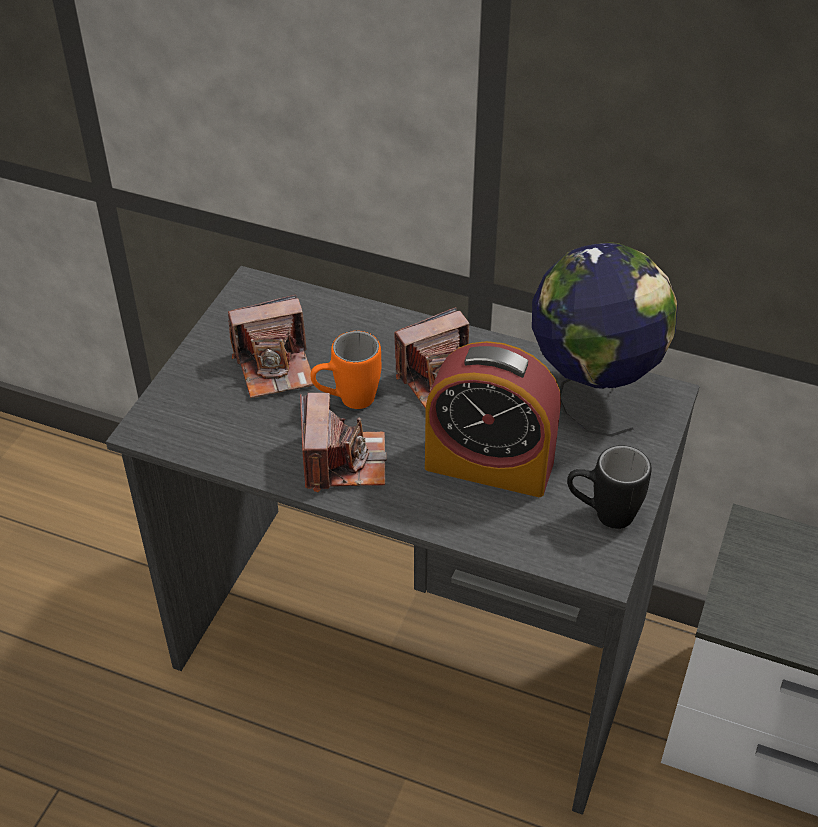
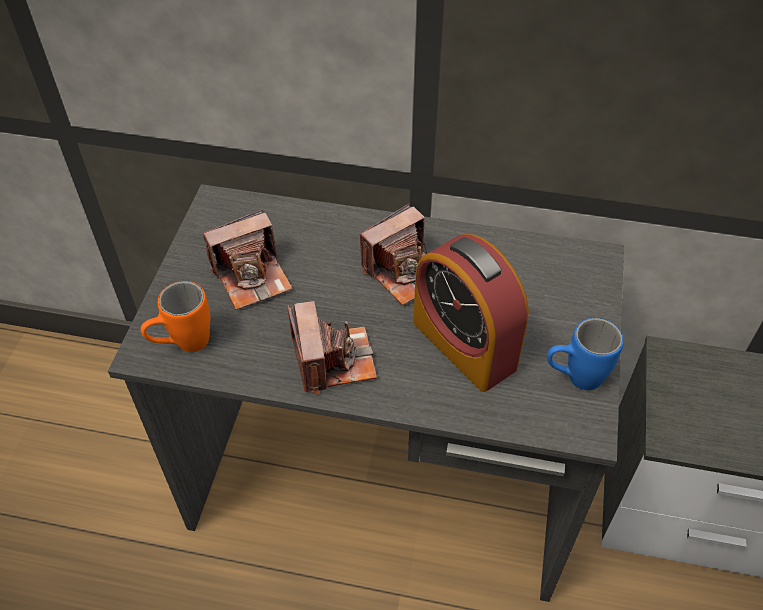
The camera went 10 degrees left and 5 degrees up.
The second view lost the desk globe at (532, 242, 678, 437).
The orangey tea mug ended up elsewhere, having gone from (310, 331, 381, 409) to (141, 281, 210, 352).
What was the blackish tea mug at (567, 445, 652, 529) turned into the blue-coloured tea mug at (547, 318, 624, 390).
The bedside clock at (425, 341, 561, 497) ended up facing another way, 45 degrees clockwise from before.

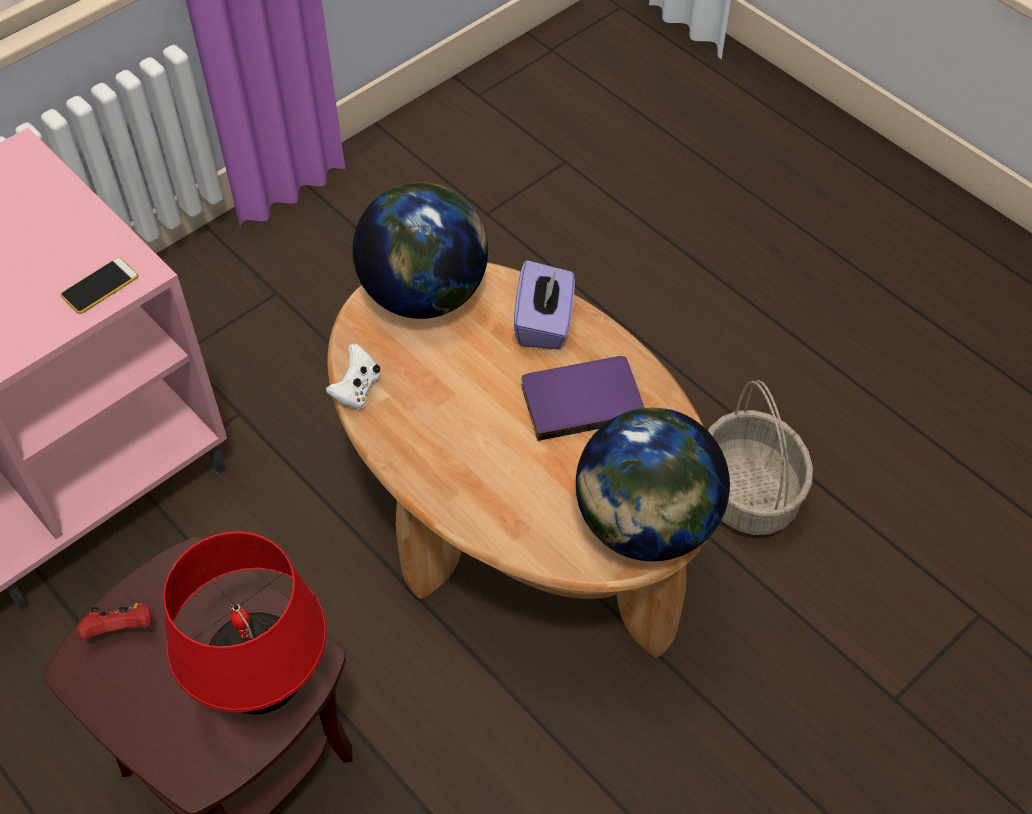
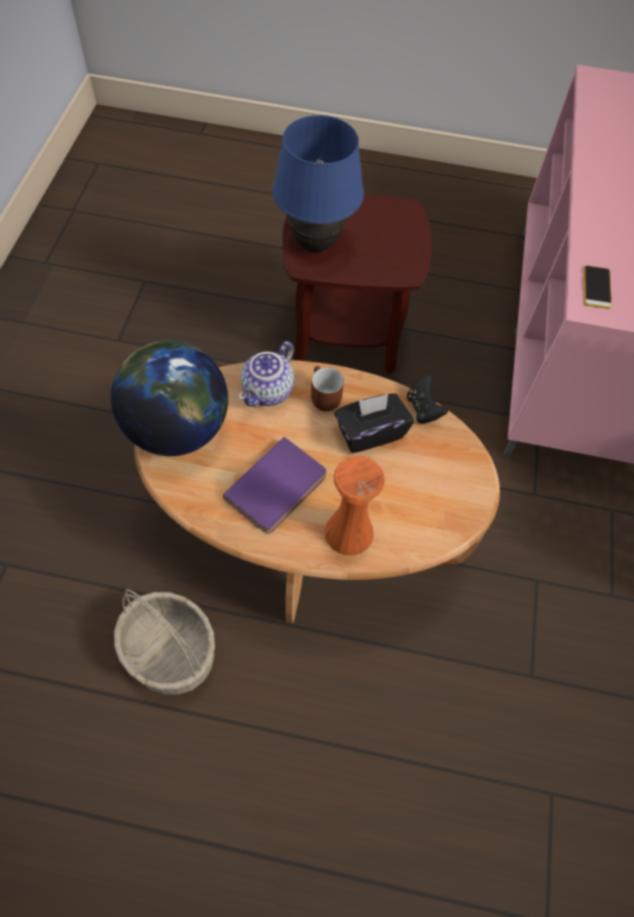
The camera went 140 degrees right and 5 degrees up.
The second view lost the red gamepad at (77, 603, 152, 640).
The second view lost the desk globe at (352, 182, 488, 319).
The second view gained the tea pot at (239, 341, 294, 407).
The second view gained the brown tea mug at (311, 366, 344, 411).
The second view gained the blackish tissue holder at (334, 393, 414, 453).
Where the purplish tissue holder stood at (514, 260, 575, 349), the orangey flower vase came to stand at (325, 456, 385, 556).
What was the red table lamp at (163, 531, 326, 715) turned into the blue-coloured table lamp at (272, 115, 364, 253).
What was the whitish gamepad at (326, 344, 380, 409) turned into the blackish gamepad at (407, 374, 448, 424).

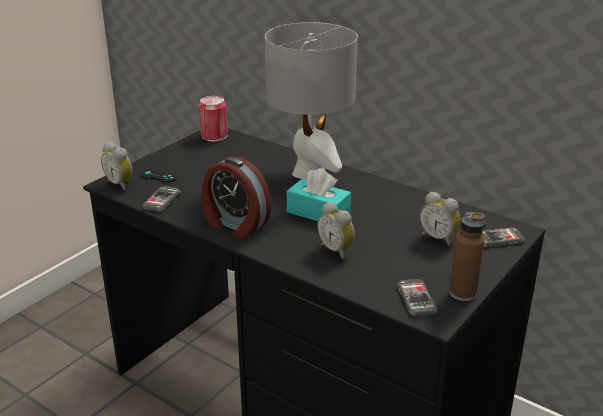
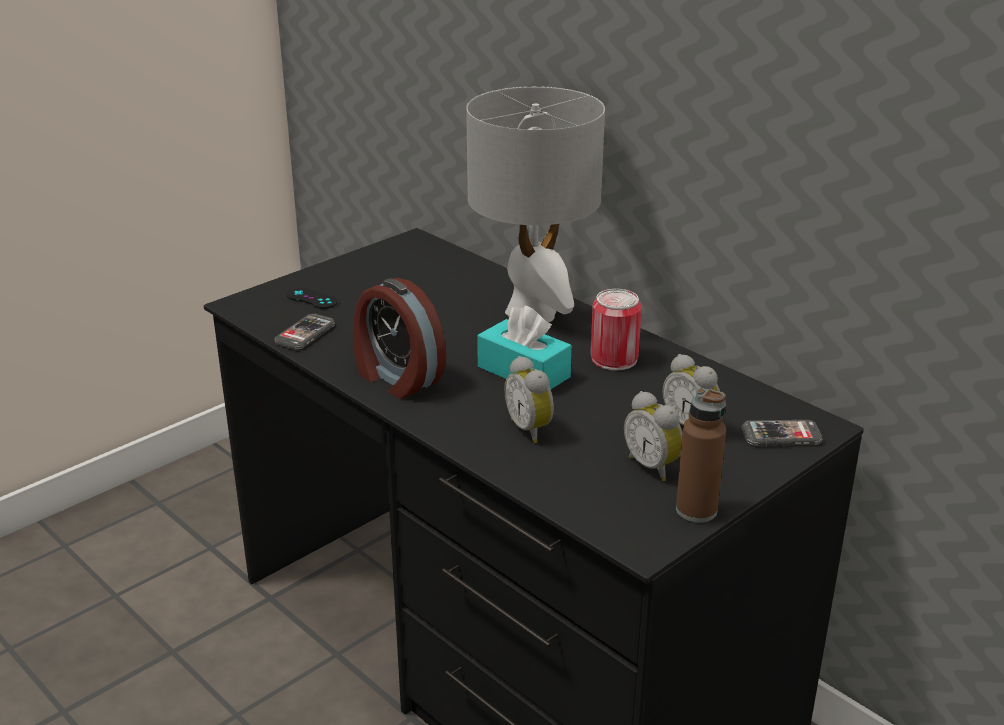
The camera went 10 degrees right and 0 degrees up.
The second view lost the handset at (397, 279, 437, 316).
The bedside clock ended up elsewhere, having gone from (101, 142, 133, 191) to (624, 391, 682, 481).
The sealed can ended up elsewhere, having gone from (199, 96, 228, 142) to (591, 289, 642, 370).

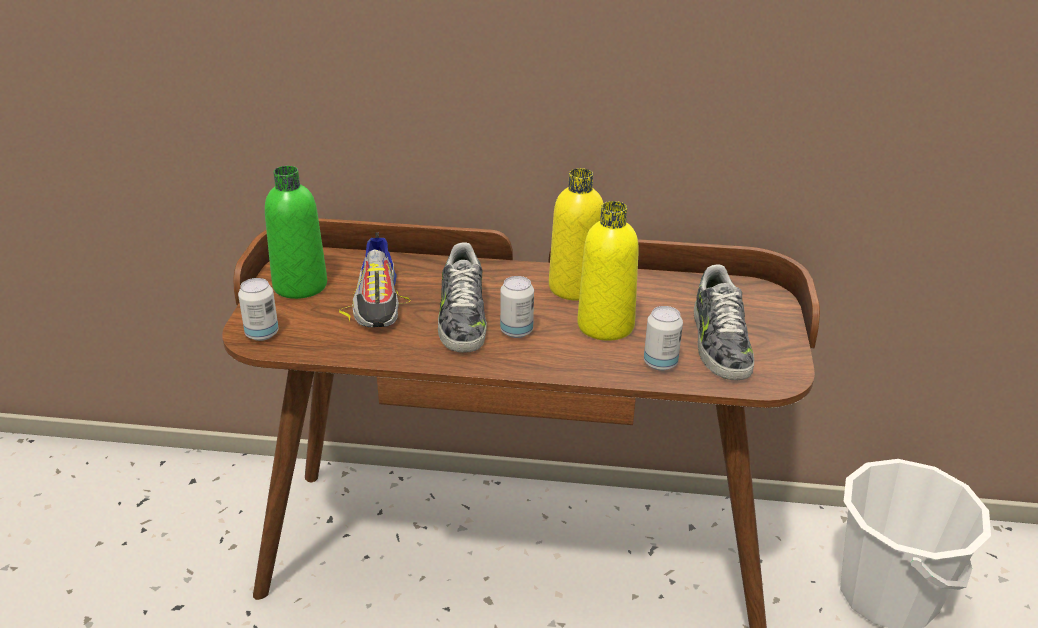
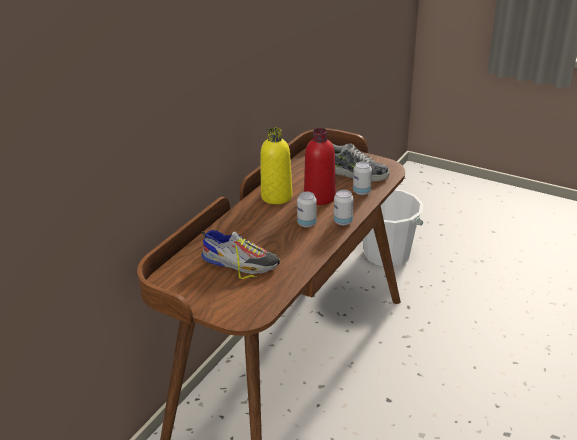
The camera went 65 degrees left and 0 degrees up.
The second view lost the greenish beverage bottle at (265, 166, 327, 299).
The second view lost the item of footwear at (438, 242, 487, 353).
The sealed can ended up elsewhere, having gone from (238, 278, 279, 341) to (334, 190, 354, 226).
What was the yellowish beverage bottle at (577, 201, 639, 341) turned into the red beverage bottle at (304, 128, 336, 205).

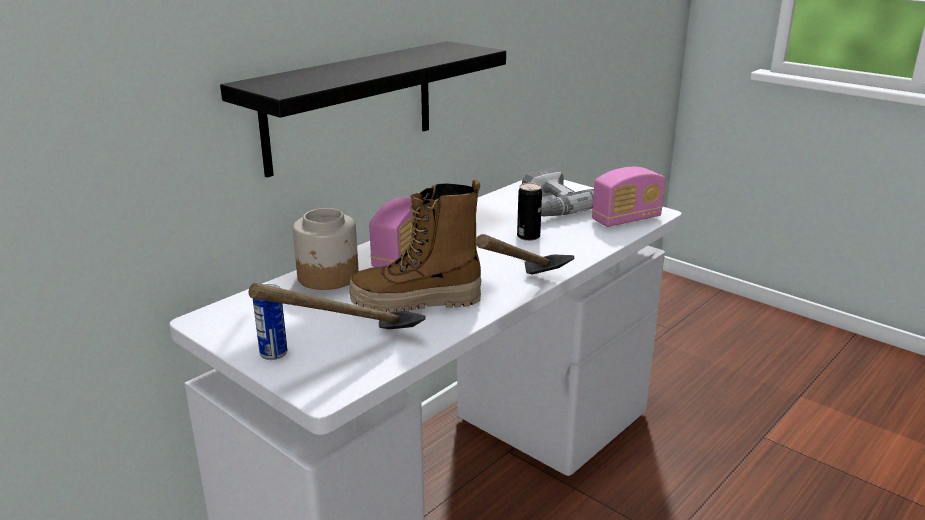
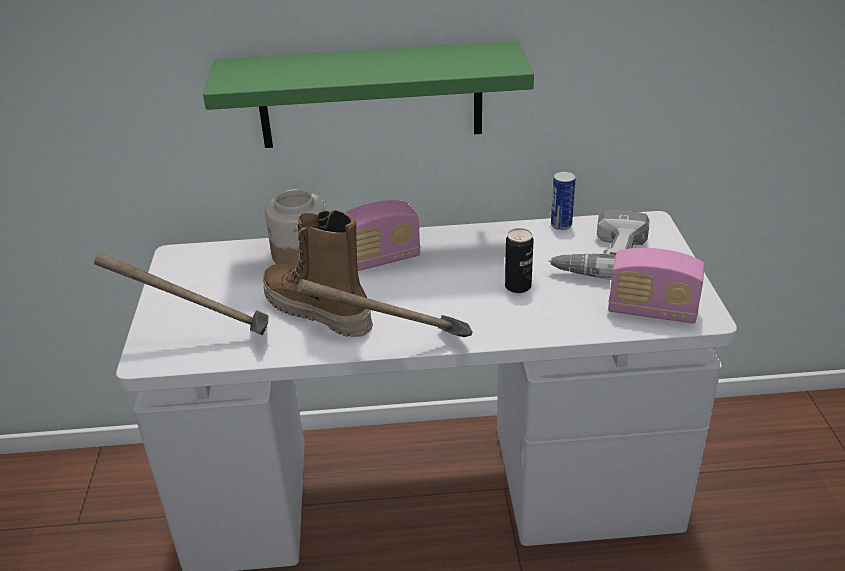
The camera went 45 degrees right and 10 degrees up.
The sealed can ended up elsewhere, having gone from (253, 284, 287, 360) to (551, 171, 576, 230).
What was the blackish bracket shelf at (220, 41, 506, 178) turned into the greenish bracket shelf at (203, 41, 534, 148).

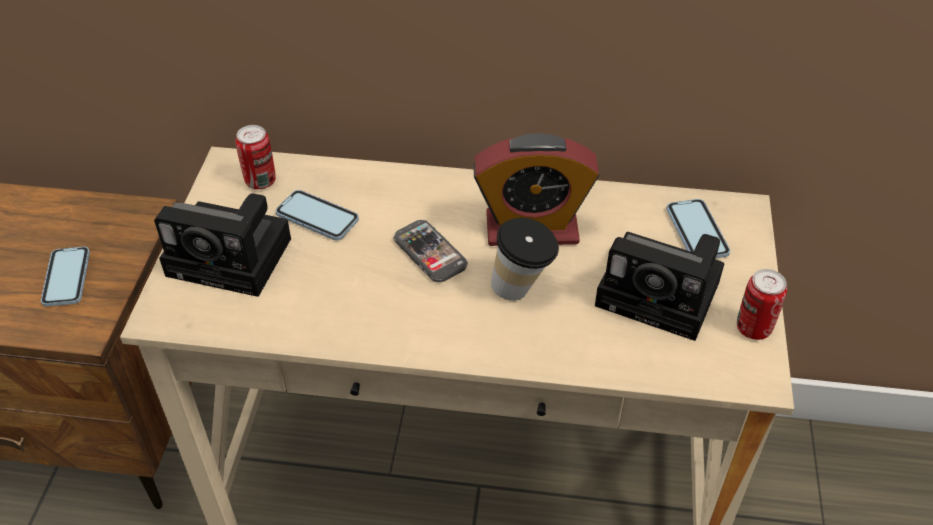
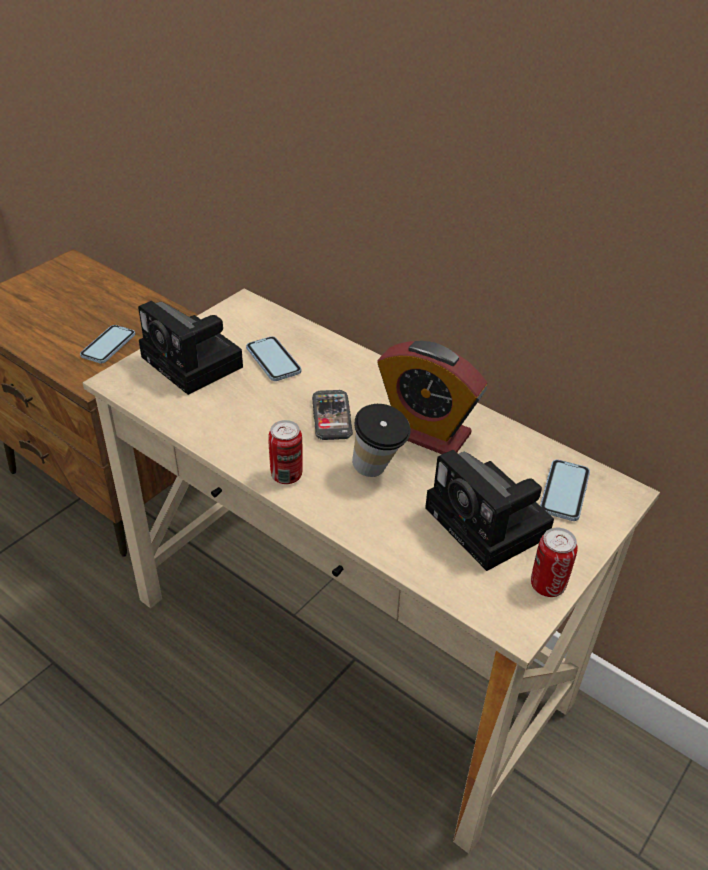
The camera went 30 degrees right and 5 degrees down.
The sealed can ended up elsewhere, having gone from (236, 125, 276, 189) to (268, 420, 303, 484).

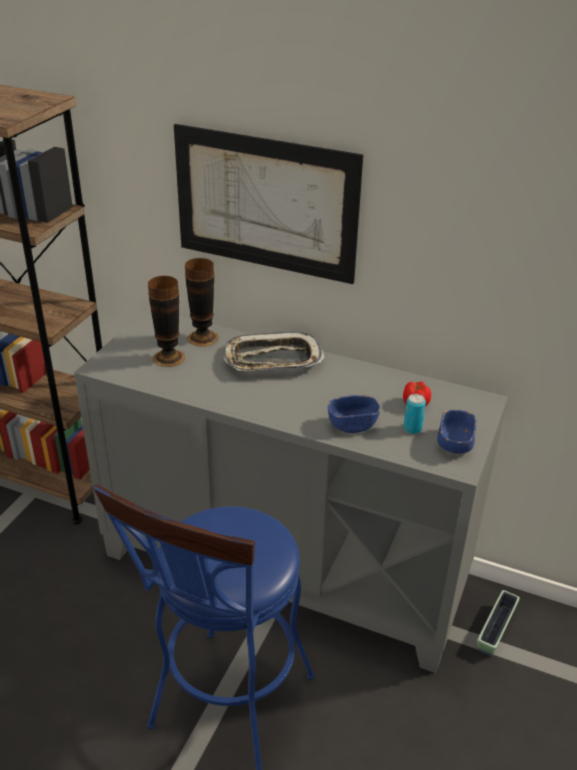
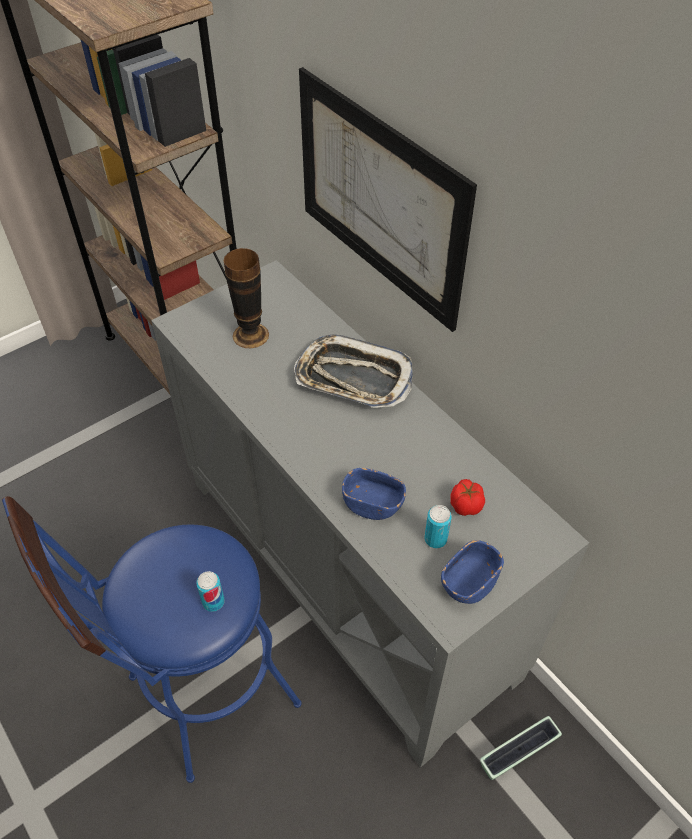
The camera went 30 degrees right and 15 degrees up.
The second view lost the flower vase at (185, 258, 218, 346).
The second view gained the sealed can at (196, 571, 225, 612).

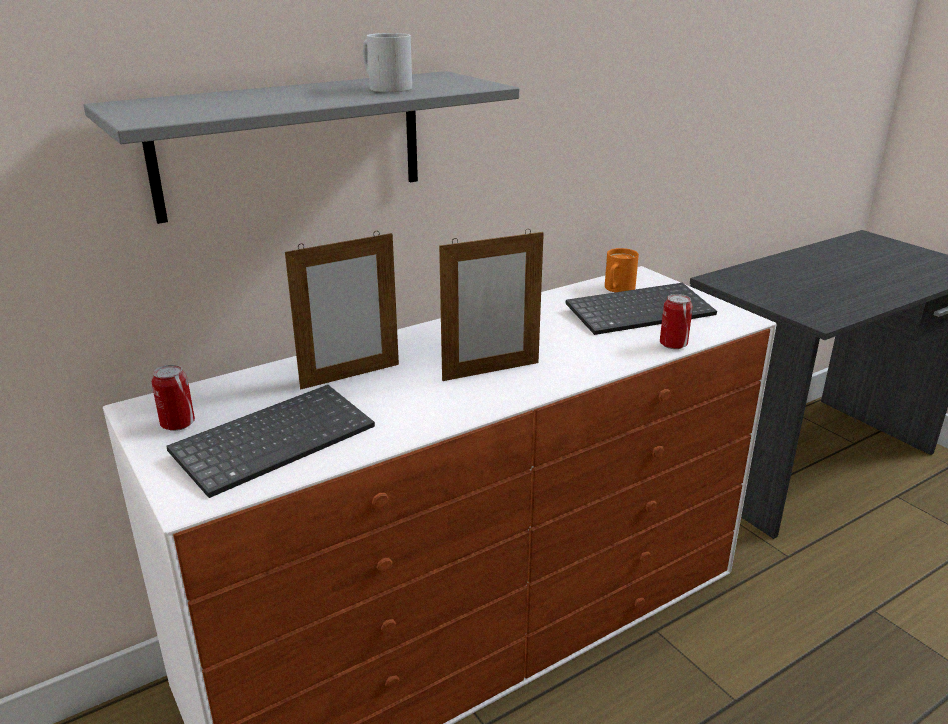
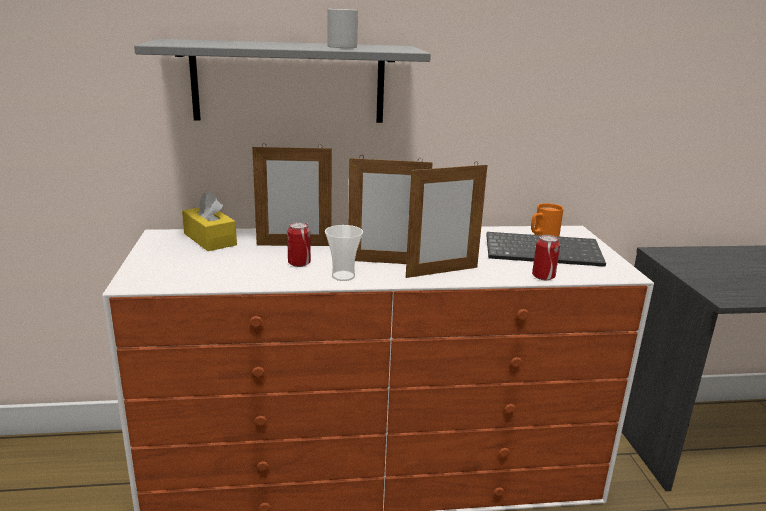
The camera went 25 degrees right and 5 degrees down.
The second view lost the PC keyboard at (166, 385, 375, 498).
The second view gained the yellowish tissue holder at (182, 191, 237, 251).
The second view gained the cup at (325, 225, 363, 281).
The second view gained the photo frame at (406, 161, 487, 278).
The sealed can ended up elsewhere, having gone from (152, 365, 195, 431) to (287, 222, 311, 267).

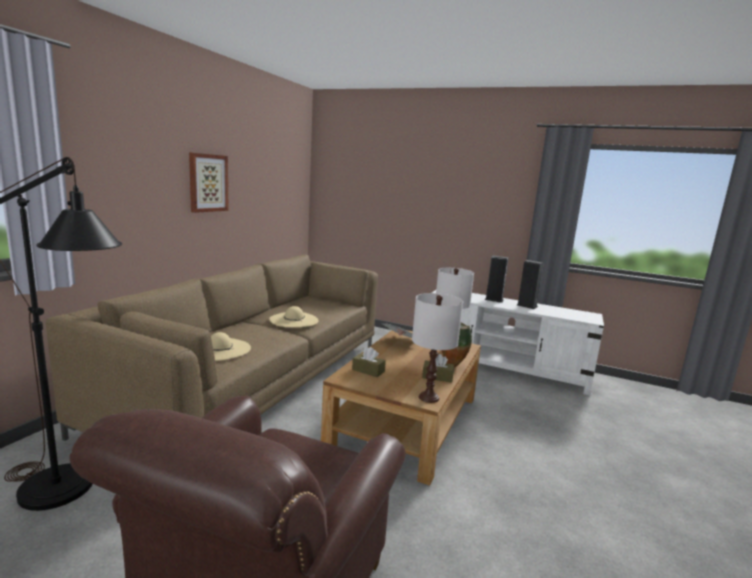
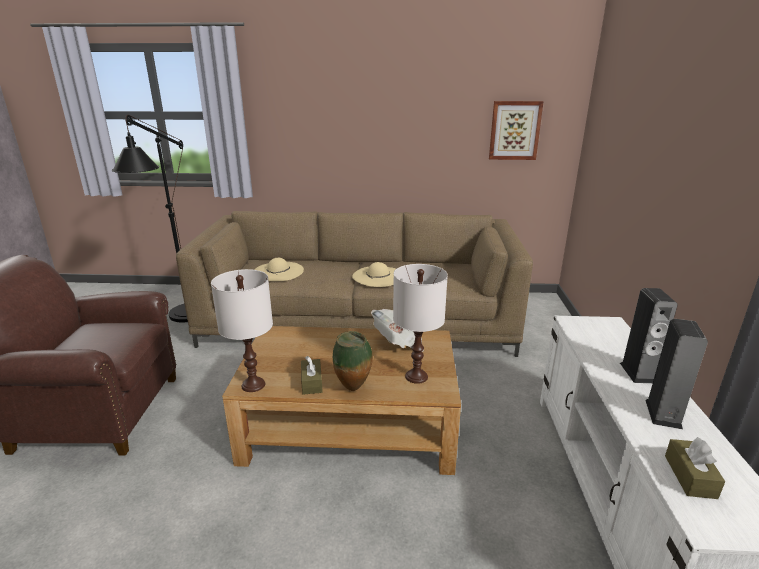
The camera went 70 degrees right and 10 degrees up.
The wall art ended up elsewhere, having gone from (189, 152, 229, 213) to (489, 101, 544, 160).
The brown tissue holder ended up elsewhere, having gone from (352, 347, 386, 377) to (665, 437, 725, 499).

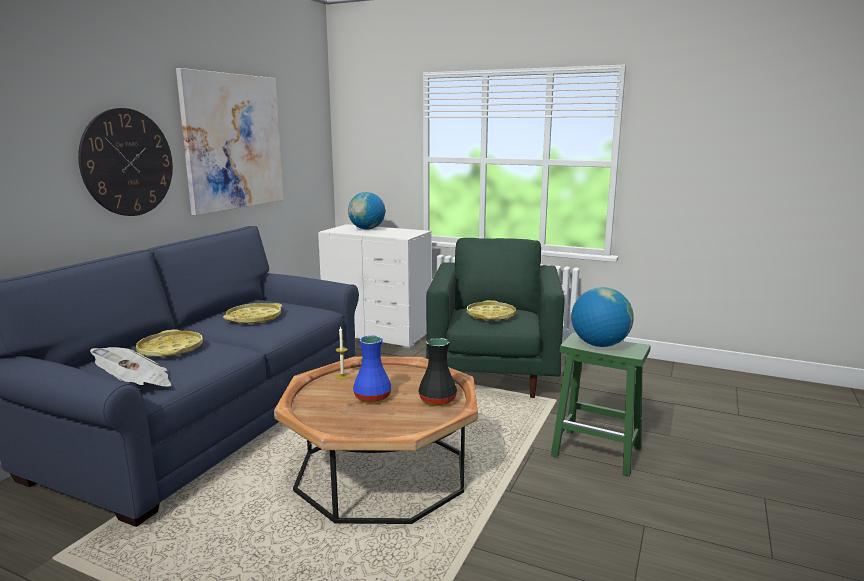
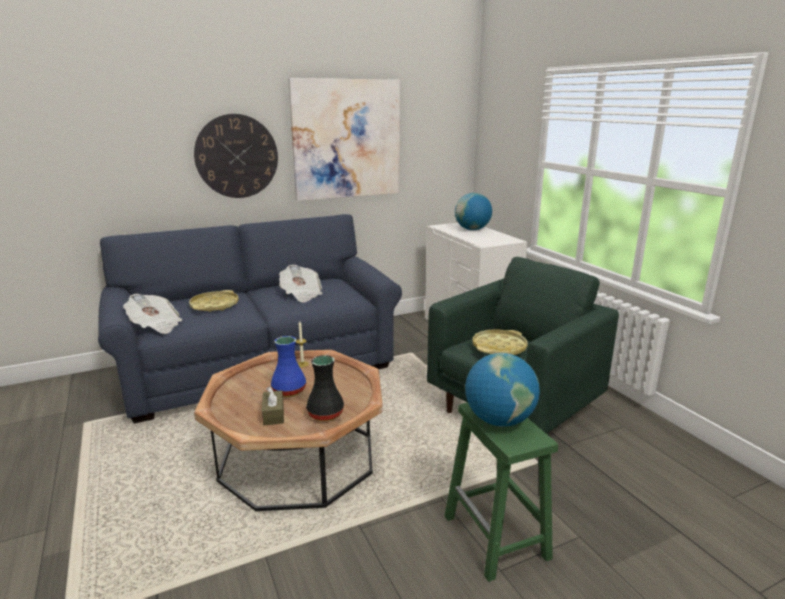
The camera went 40 degrees right and 5 degrees up.
The second view gained the brown tissue holder at (262, 386, 284, 426).
Where the yellowish tray stood at (223, 303, 282, 325), the daily paper came to stand at (279, 265, 323, 303).

